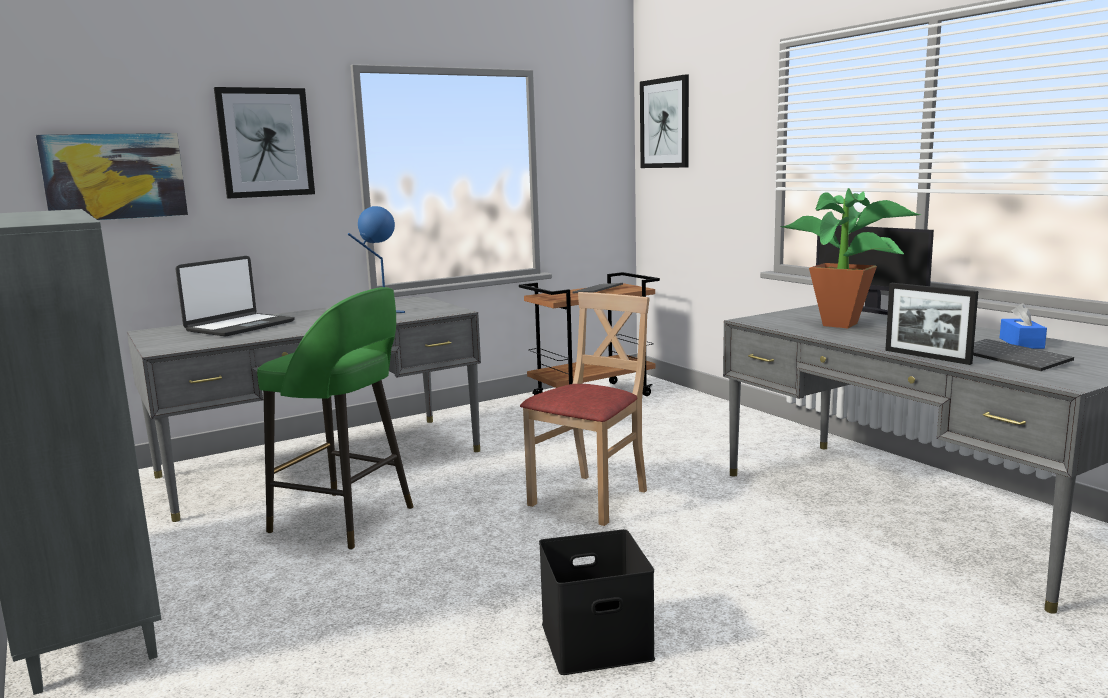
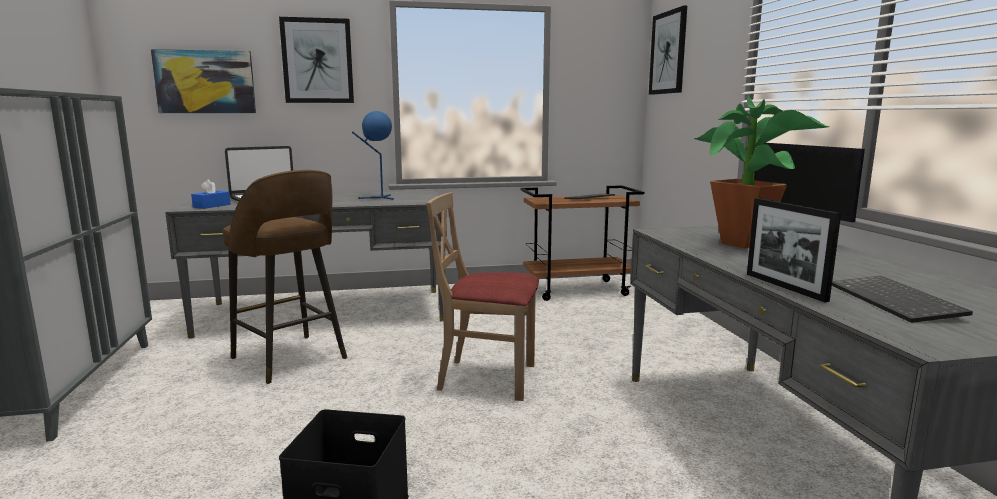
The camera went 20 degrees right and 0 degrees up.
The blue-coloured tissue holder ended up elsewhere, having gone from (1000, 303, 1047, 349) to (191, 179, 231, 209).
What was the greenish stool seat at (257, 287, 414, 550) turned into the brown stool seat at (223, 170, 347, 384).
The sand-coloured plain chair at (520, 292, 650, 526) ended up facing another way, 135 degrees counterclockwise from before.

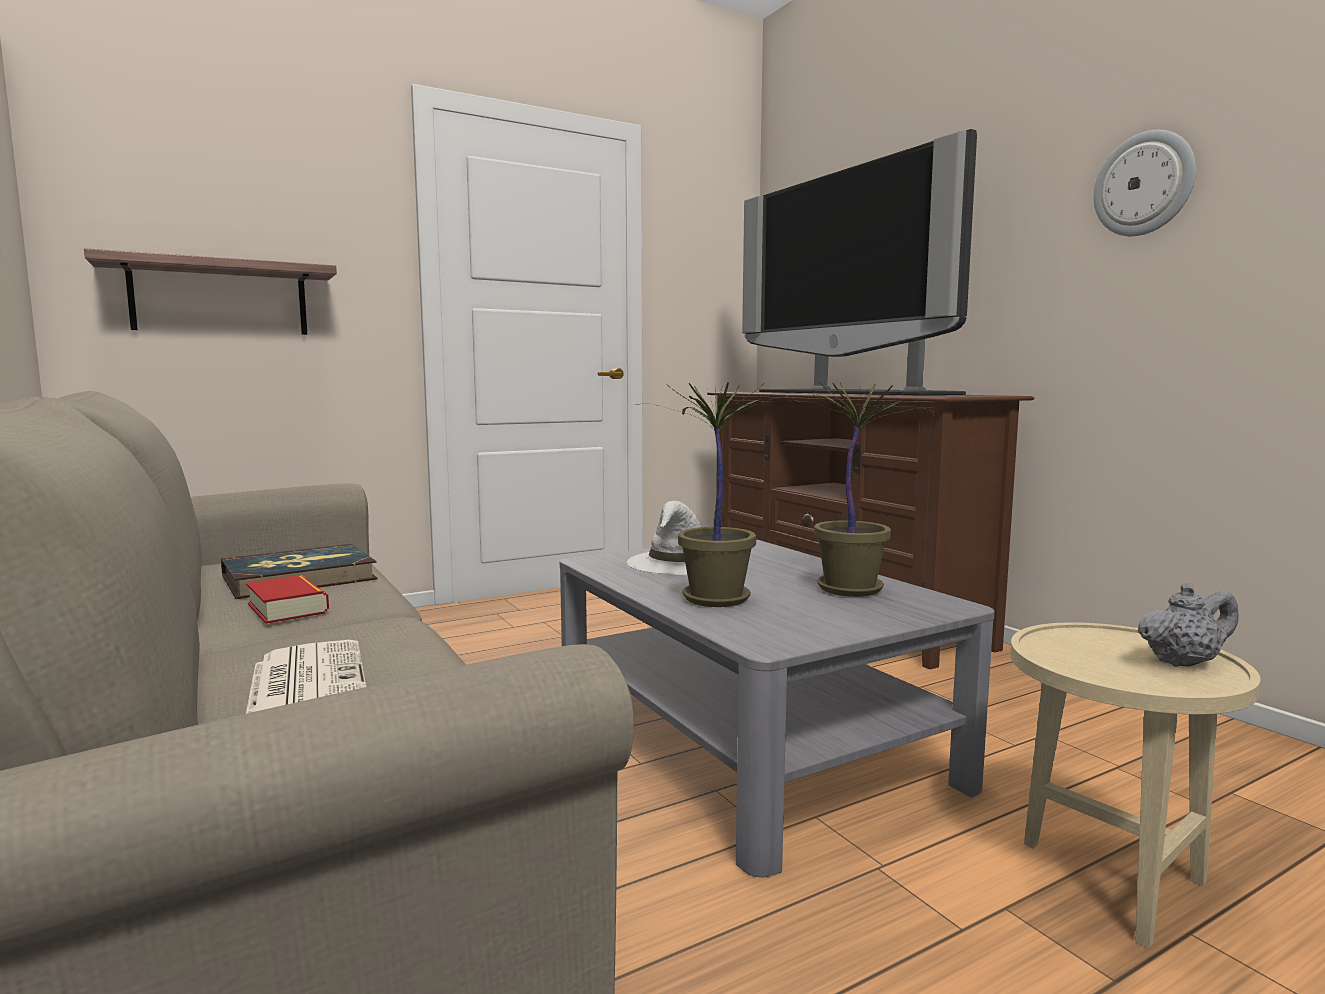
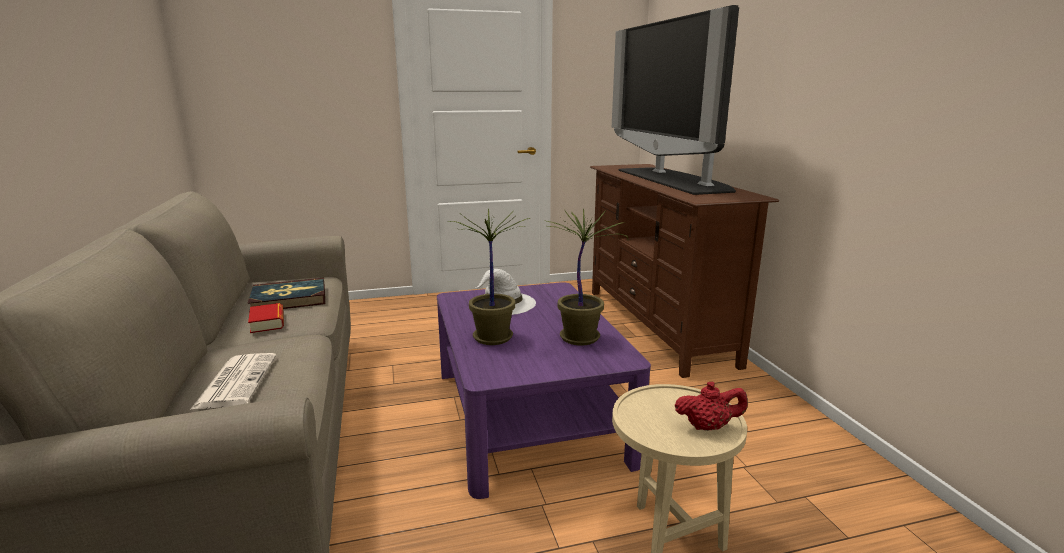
The camera went 15 degrees right and 10 degrees up.
The second view lost the bracket shelf at (84, 248, 337, 335).
The second view lost the clock on the wall at (1093, 130, 1196, 236).
What was the grey coffee table at (560, 539, 995, 877) turned into the purplish coffee table at (437, 282, 651, 499).
What was the grey tea pot at (1137, 583, 1239, 667) turned into the red tea pot at (675, 381, 748, 431).

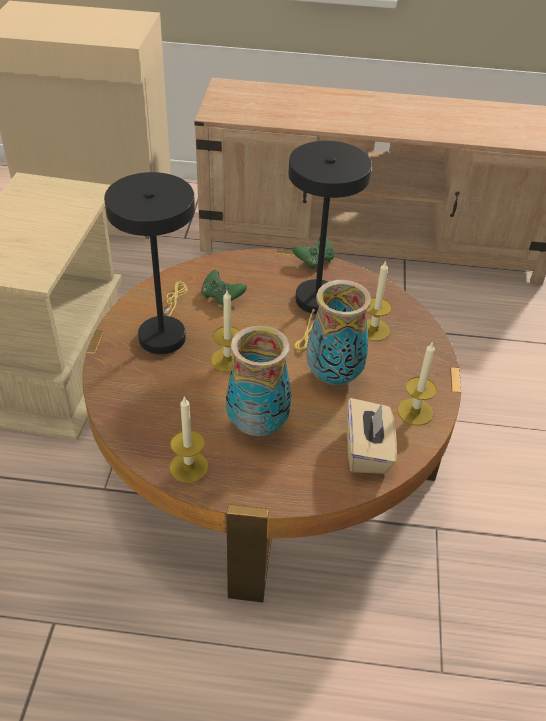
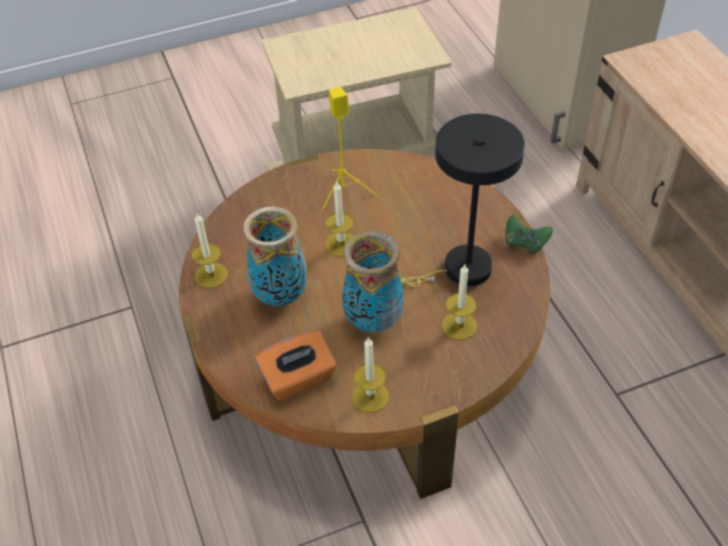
The camera went 65 degrees right and 5 degrees up.
The second view lost the greenish gamepad at (201, 270, 247, 305).
Where the blackish table lamp stood at (104, 172, 195, 354), the yellowish loudspeaker came to stand at (321, 87, 377, 211).
What was the sand-coloured tissue holder at (346, 398, 397, 474) turned into the orangey tissue holder at (255, 330, 337, 401).

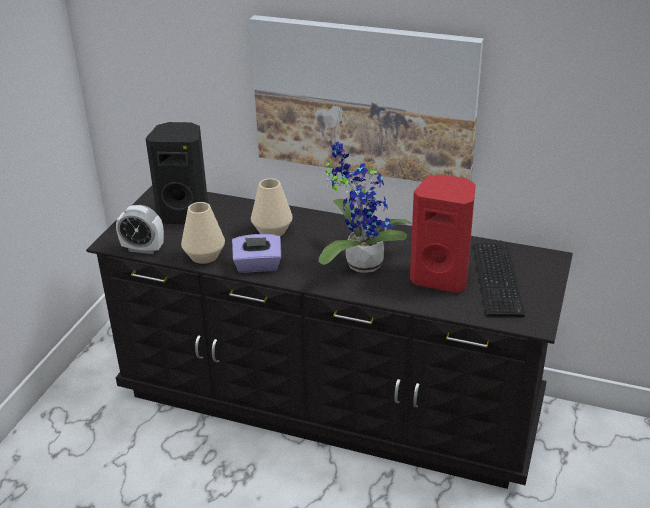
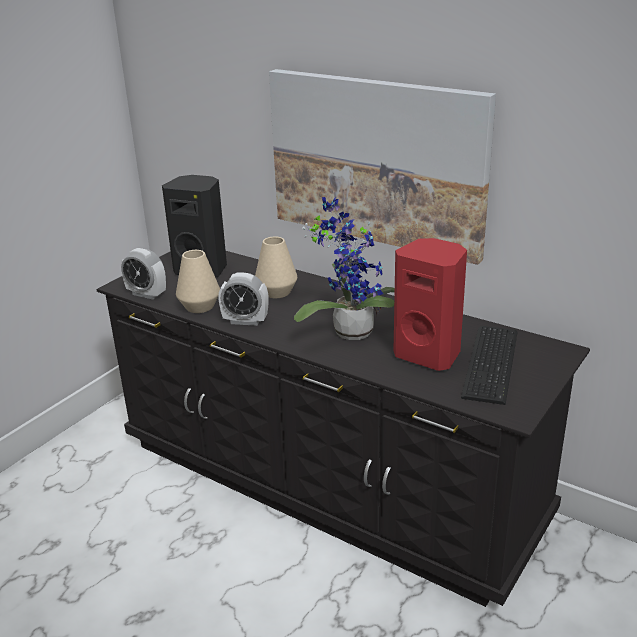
The camera went 15 degrees right and 5 degrees down.
Where the purplish tissue holder stood at (232, 234, 281, 273), the bedside clock came to stand at (218, 273, 269, 326).

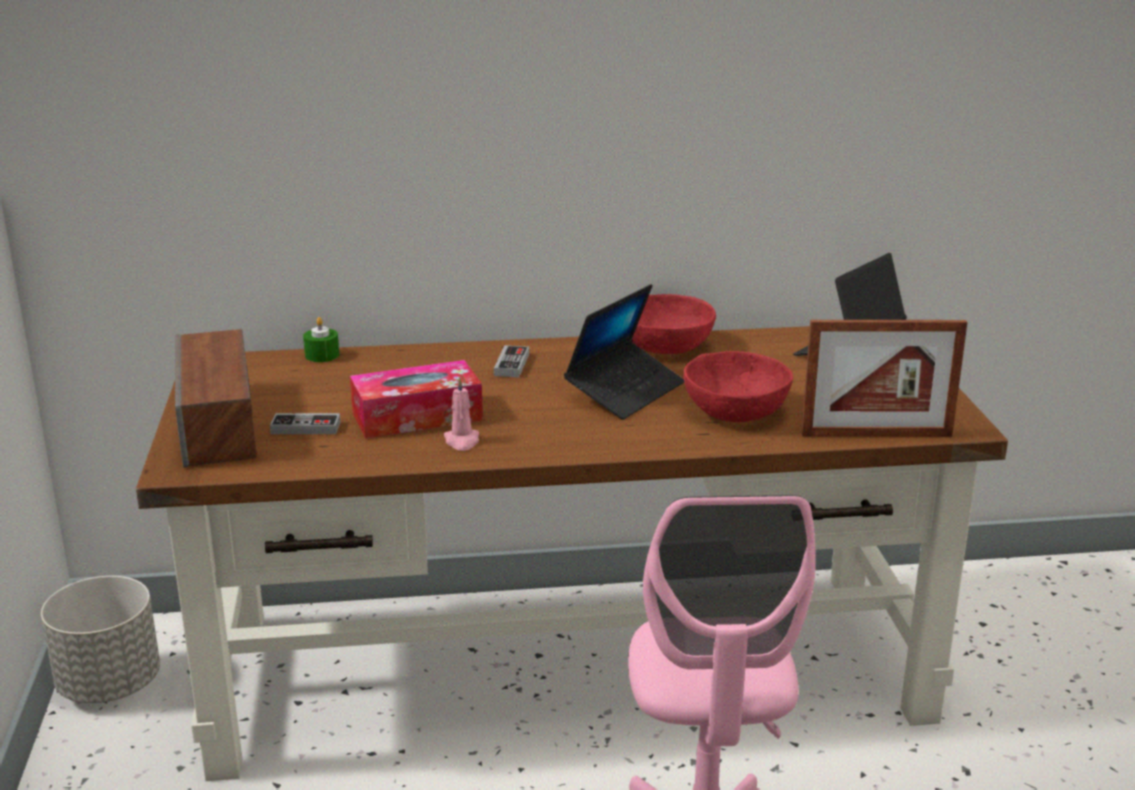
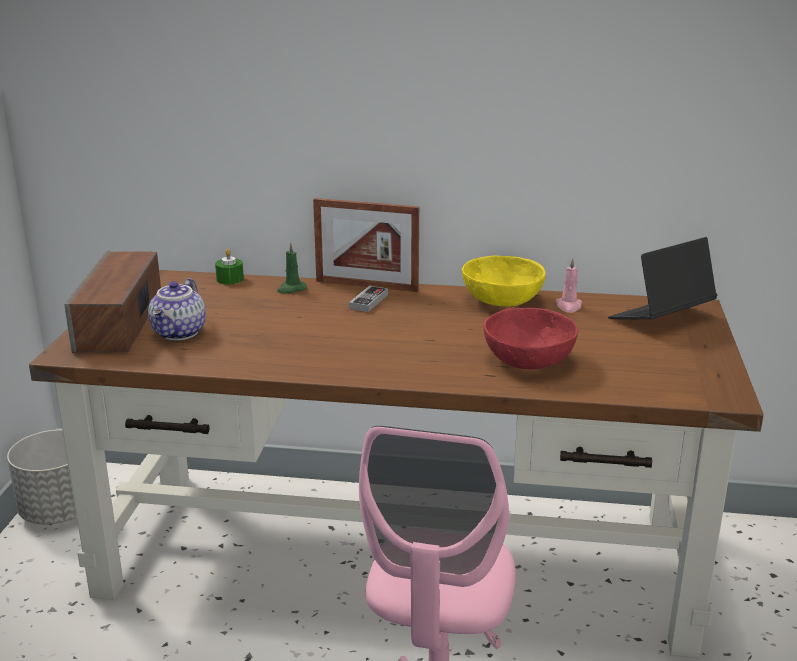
The camera went 15 degrees right and 0 degrees up.
The second view lost the tissue holder at (350, 360, 483, 439).
The second view lost the laptop at (564, 284, 684, 420).
The second view gained the greenish wax candle at (277, 242, 307, 293).
The pinkish wax candle ended up elsewhere, having gone from (444, 377, 479, 451) to (556, 258, 582, 313).
The photo frame ended up elsewhere, having gone from (801, 320, 967, 437) to (313, 198, 419, 292).
Where the gamepad stood at (270, 413, 340, 434), the tea pot came to stand at (148, 278, 206, 340).
What was the red bowl at (632, 294, 716, 354) turned into the yellowish bowl at (462, 255, 546, 307).

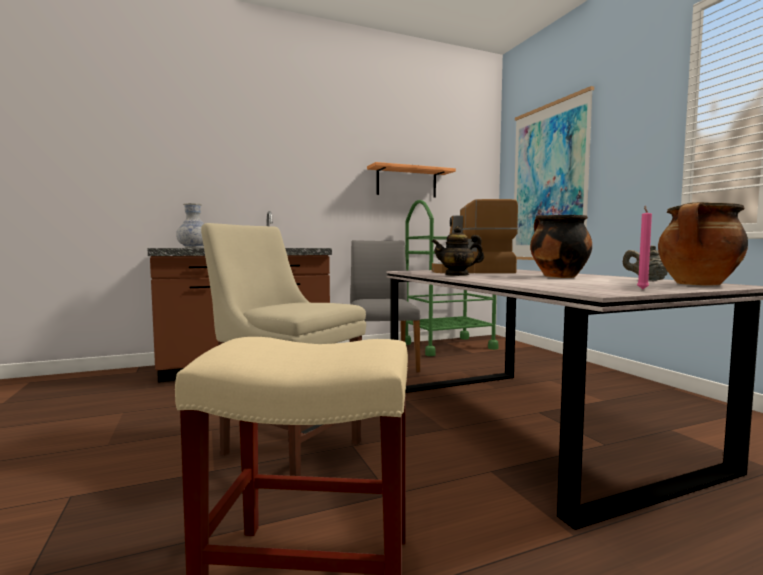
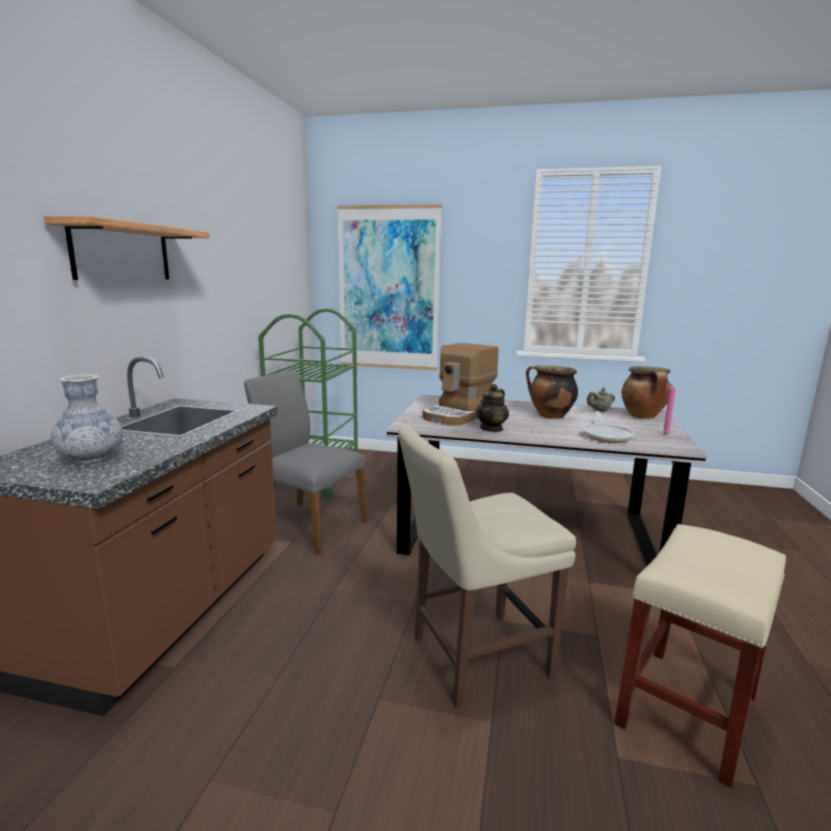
The camera went 55 degrees left and 10 degrees up.
The second view gained the pan at (583, 411, 634, 443).
The bracket shelf ended up elsewhere, having gone from (367, 162, 456, 198) to (44, 216, 210, 280).

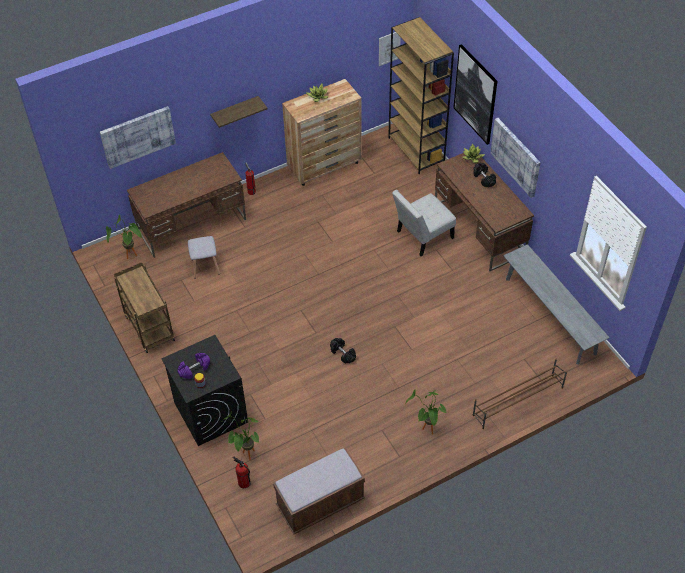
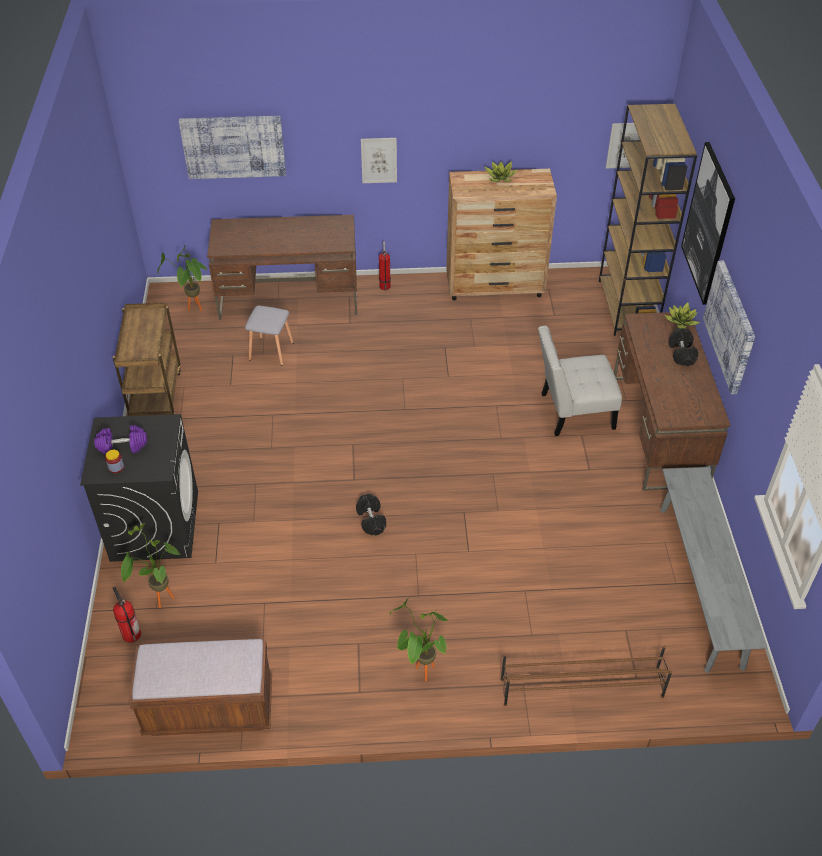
The camera went 25 degrees right and 5 degrees down.
Where the bracket shelf hung at (210, 96, 268, 128), the wall art came to hang at (361, 138, 397, 183).

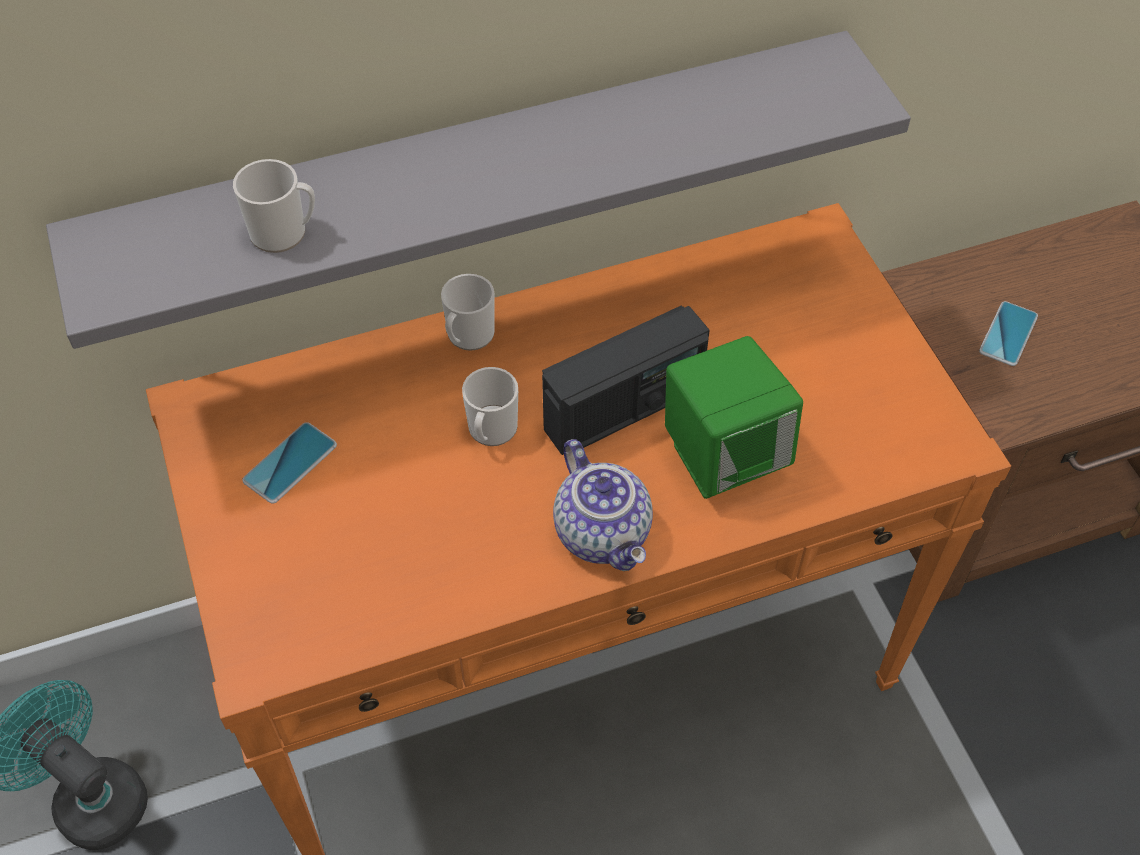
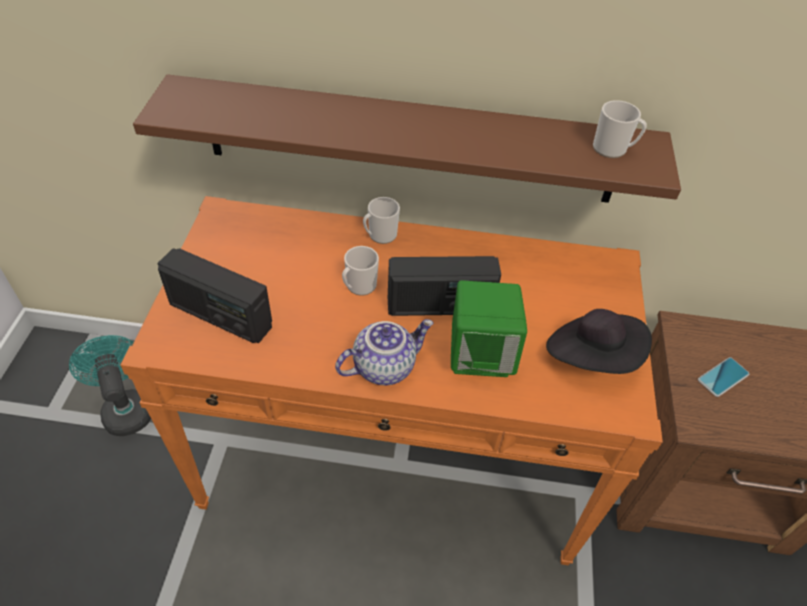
The camera went 25 degrees right and 5 degrees down.
The second view lost the handset at (242, 422, 337, 504).
The second view gained the radio receiver at (157, 248, 272, 343).
The second view gained the blackish clothing hat at (546, 309, 652, 374).
The tea mug ended up elsewhere, having gone from (233, 159, 315, 253) to (593, 100, 647, 158).
What was the grey bracket shelf at (46, 31, 911, 349) turned into the brown bracket shelf at (133, 74, 681, 203).
The tea pot at (553, 439, 653, 571) ended up facing another way, 120 degrees counterclockwise from before.

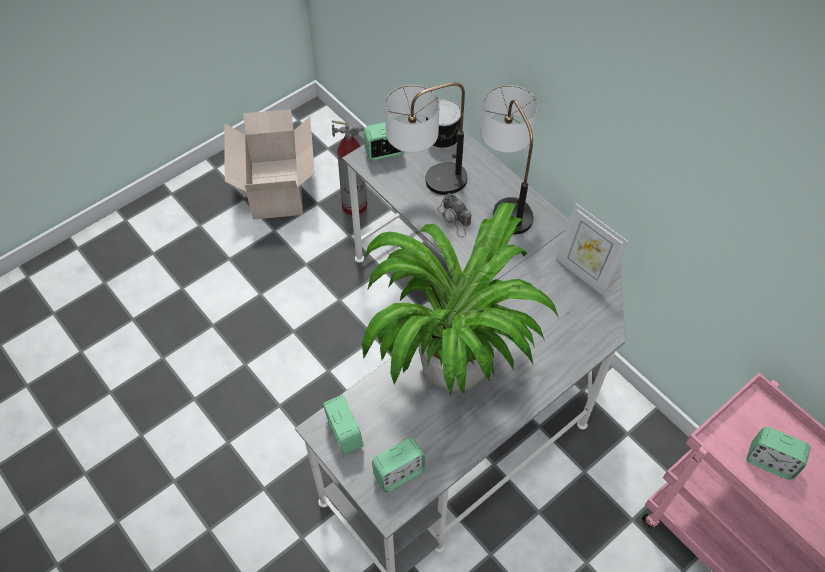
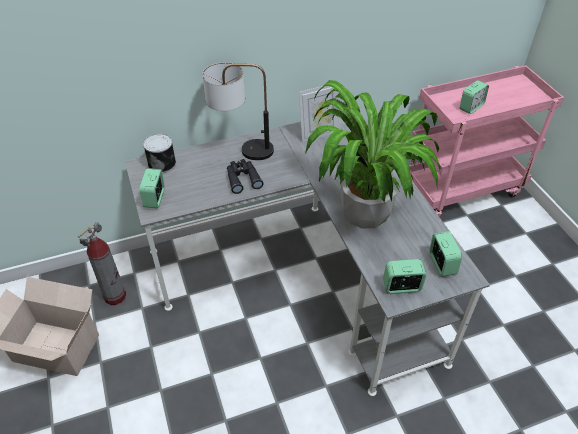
The camera went 70 degrees left and 10 degrees down.
The second view lost the table lamp at (385, 82, 467, 195).
Where the photo camera stood at (437, 193, 471, 238), the blackish pair of binoculars came to stand at (227, 159, 263, 194).

